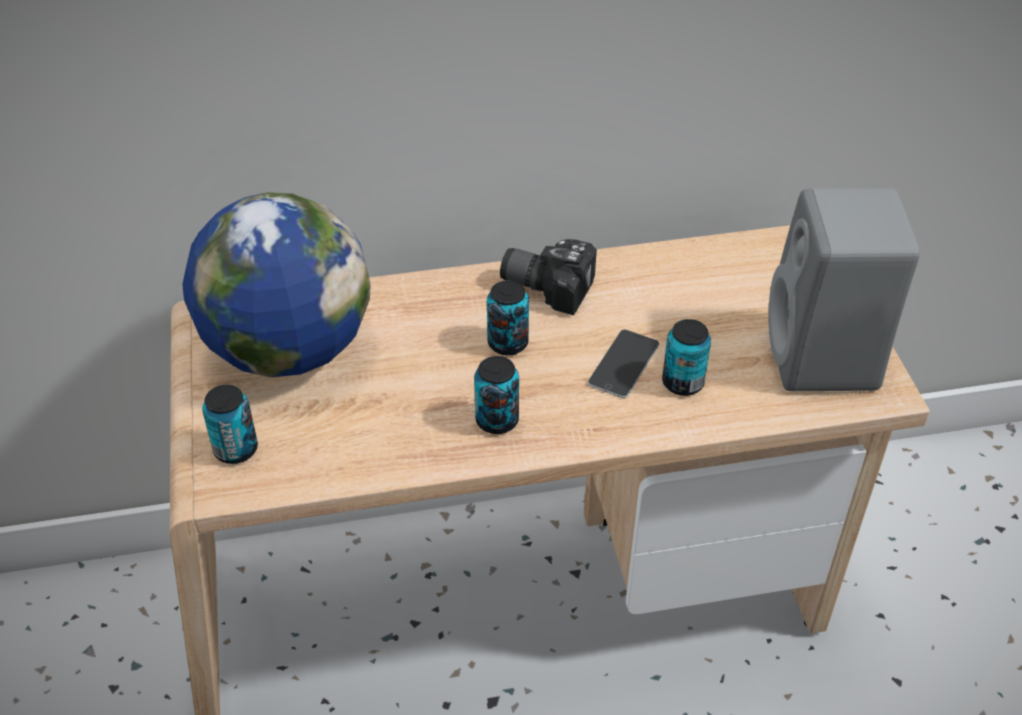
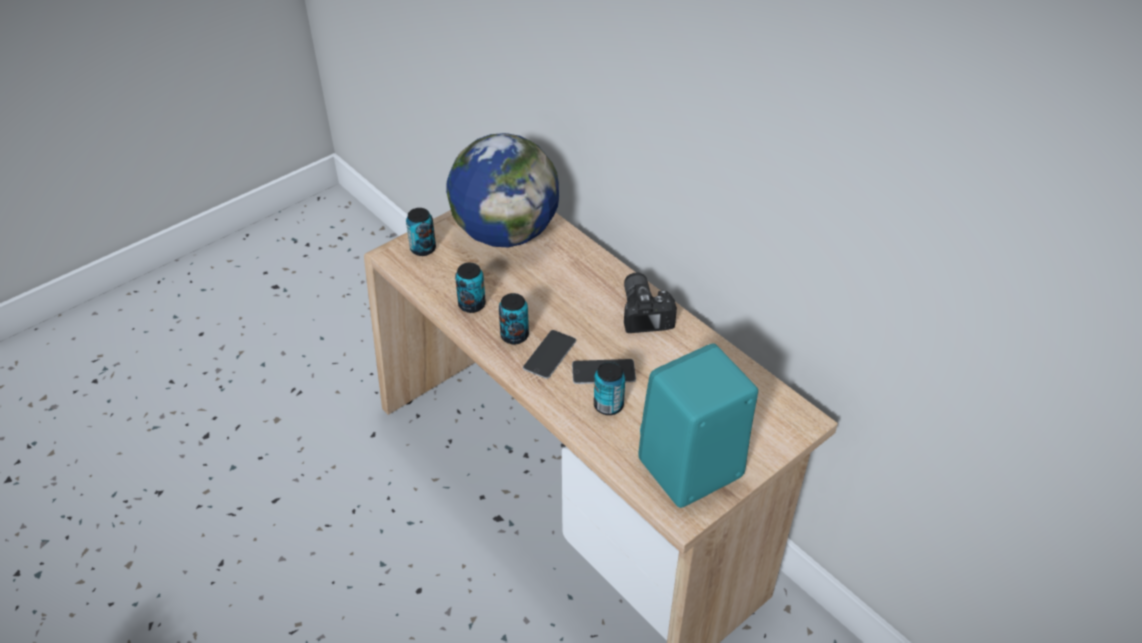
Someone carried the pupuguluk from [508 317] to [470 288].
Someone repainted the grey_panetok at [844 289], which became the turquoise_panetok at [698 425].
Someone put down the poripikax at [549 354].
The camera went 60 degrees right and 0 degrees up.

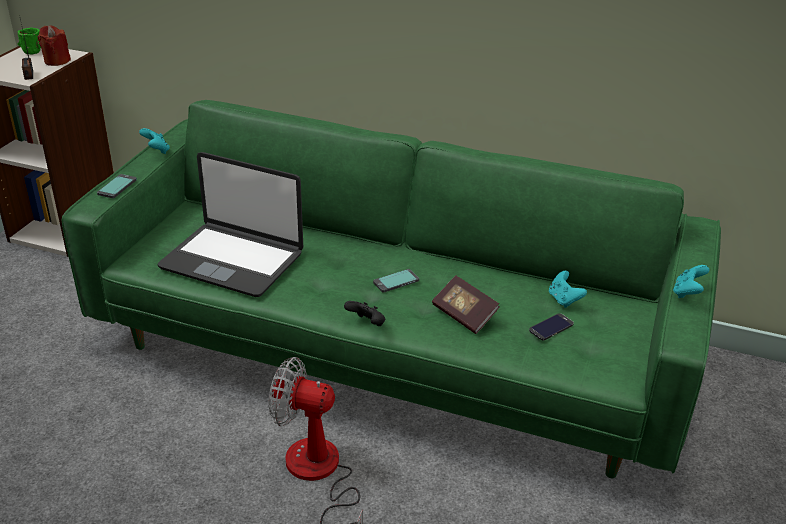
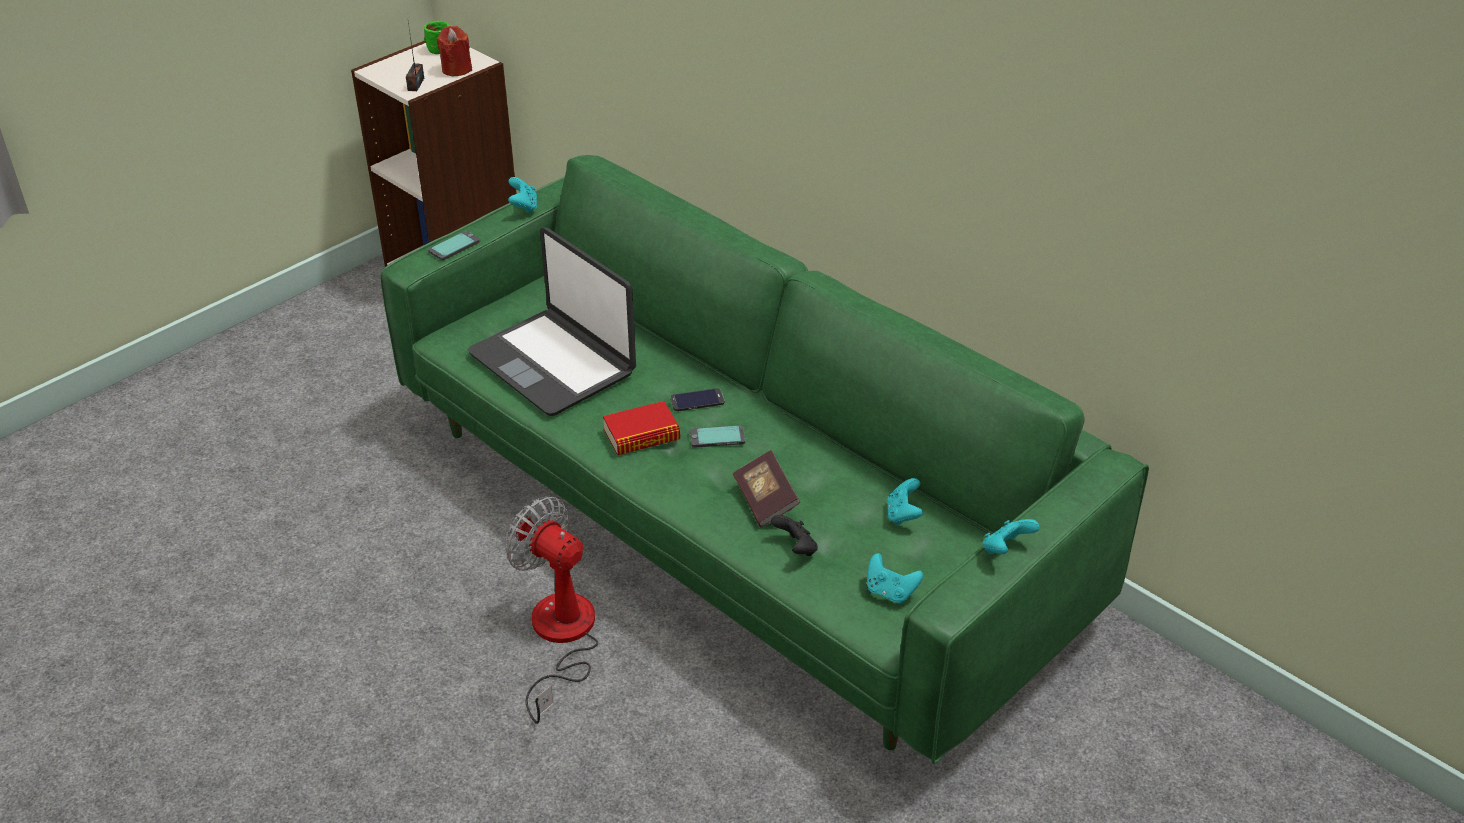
Someone carried the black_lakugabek from [364 313] to [794 535].
Someone carried the poripikax from [551 326] to [697 399].
Someone put down the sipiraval at [641 428].
Someone put down the turquoise_lakugabek at [895 578].
The camera went 25 degrees right and 5 degrees up.

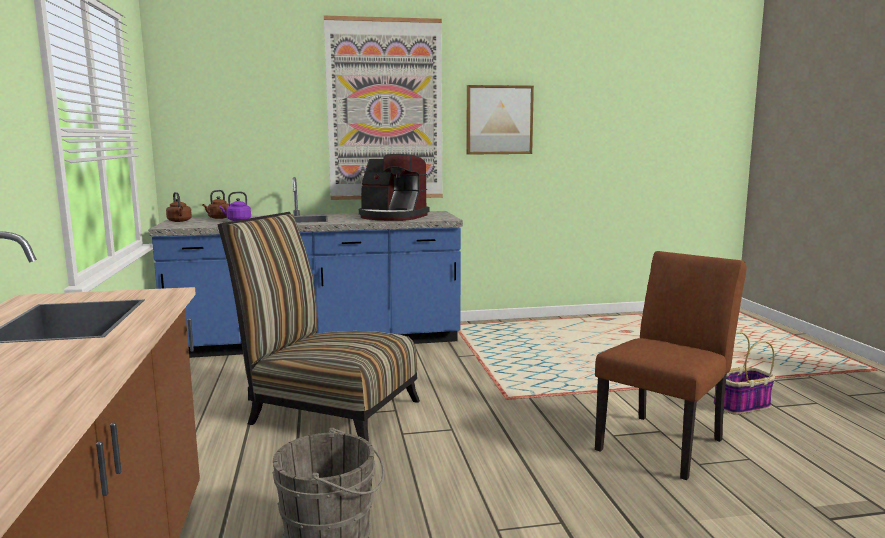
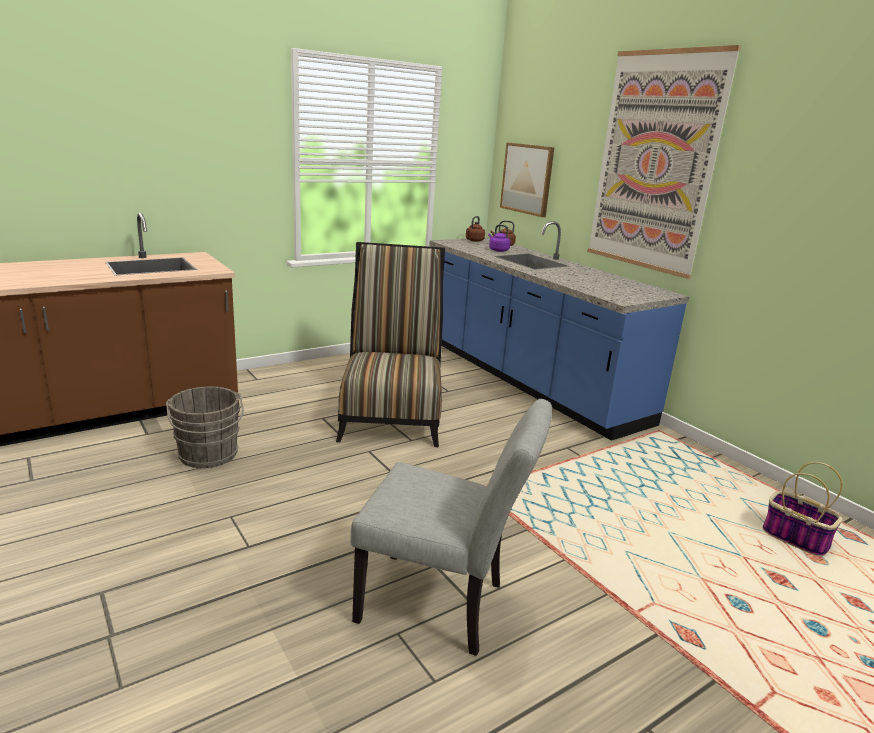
Someone took away the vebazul at [394 187].
Someone carried the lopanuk from [500 120] to [527 180].
Someone repainted the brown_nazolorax at [671 365], which became the grey_nazolorax at [451 527].
Someone carried the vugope from [744 373] to [802 509].
The camera went 65 degrees right and 10 degrees up.

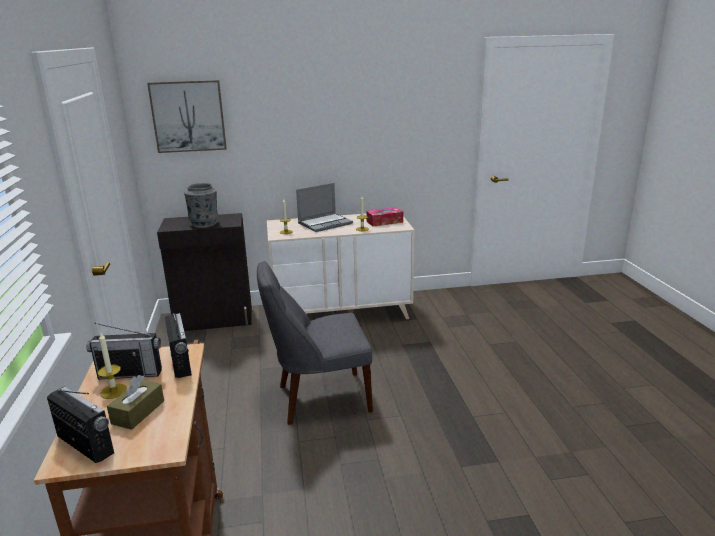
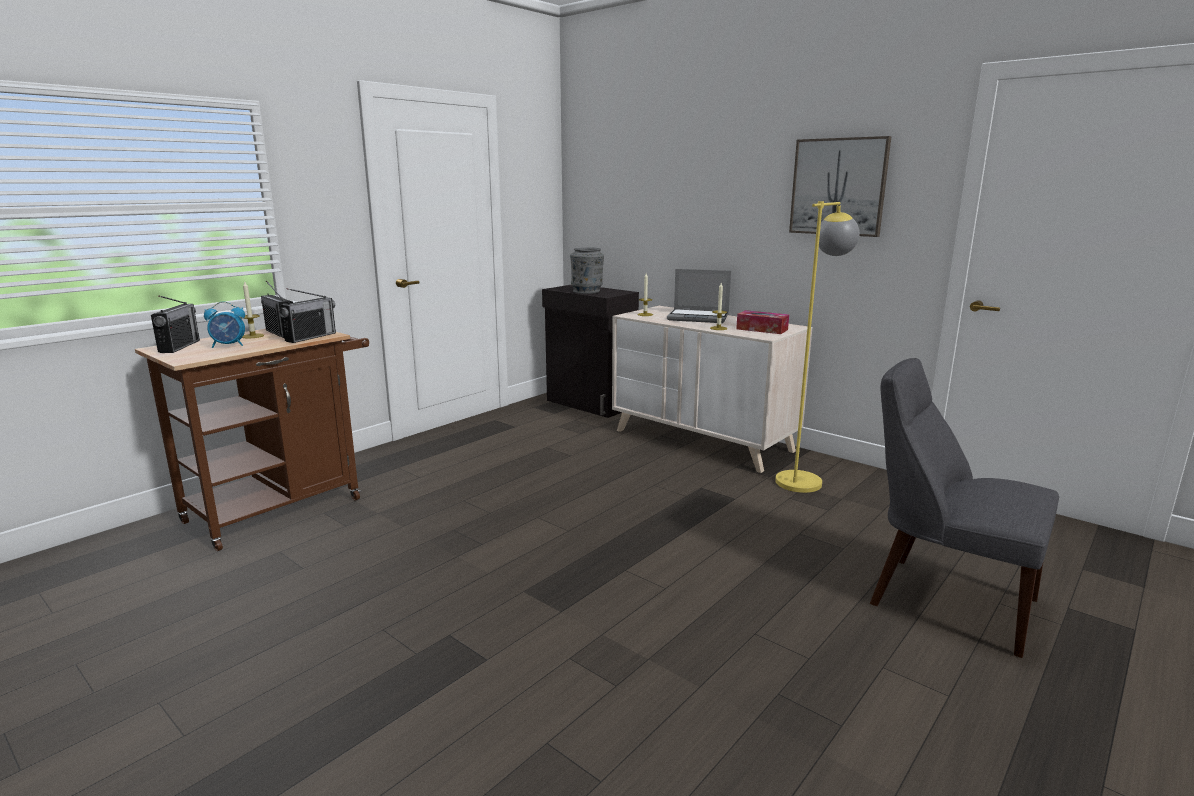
Someone swapped the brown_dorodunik at [135 402] for the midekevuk at [224 324].
Someone carried the lopanuk from [187 116] to [840 186].
Someone carried the grey_nazolorax from [315 343] to [964 508].
Someone put down the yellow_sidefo at [817 347].
The camera went 50 degrees right and 5 degrees down.

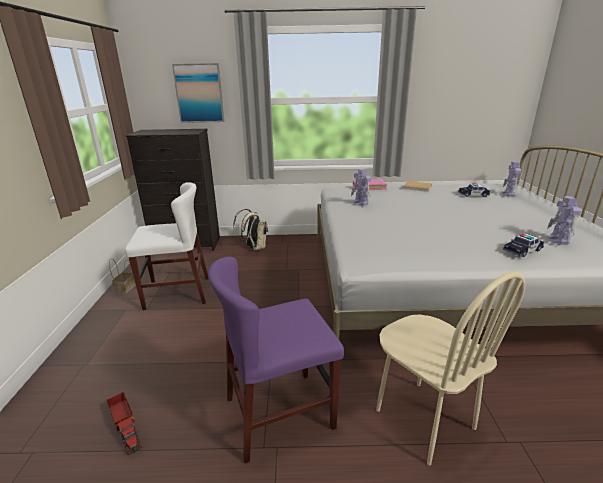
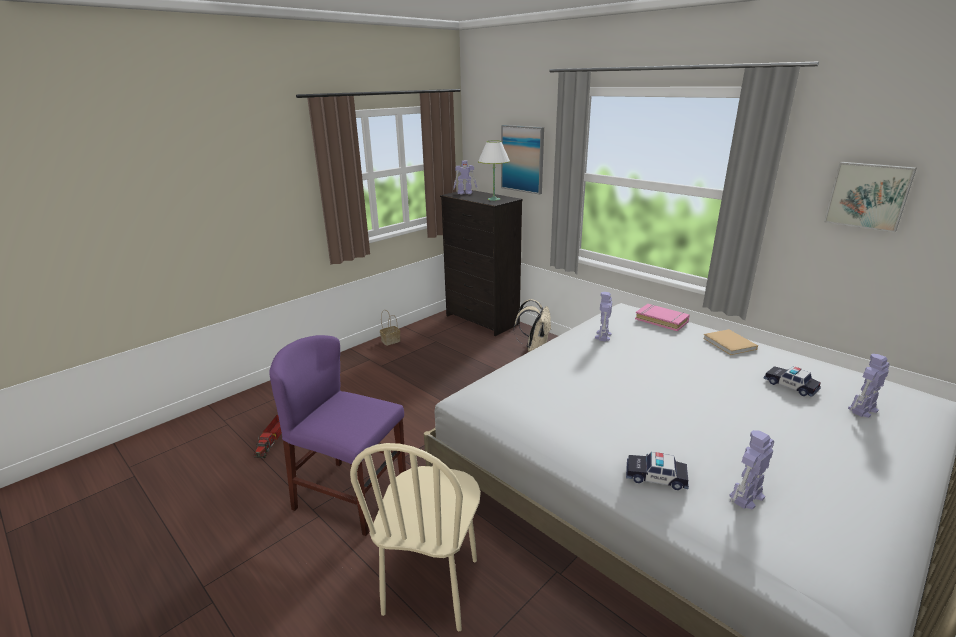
Someone took away the white_nazolorax at [167 246].
Someone put down the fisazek at [465 178].
Someone put down the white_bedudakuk at [494 170].
Someone put up the lopanuk at [870 197].
The camera went 45 degrees right and 0 degrees up.

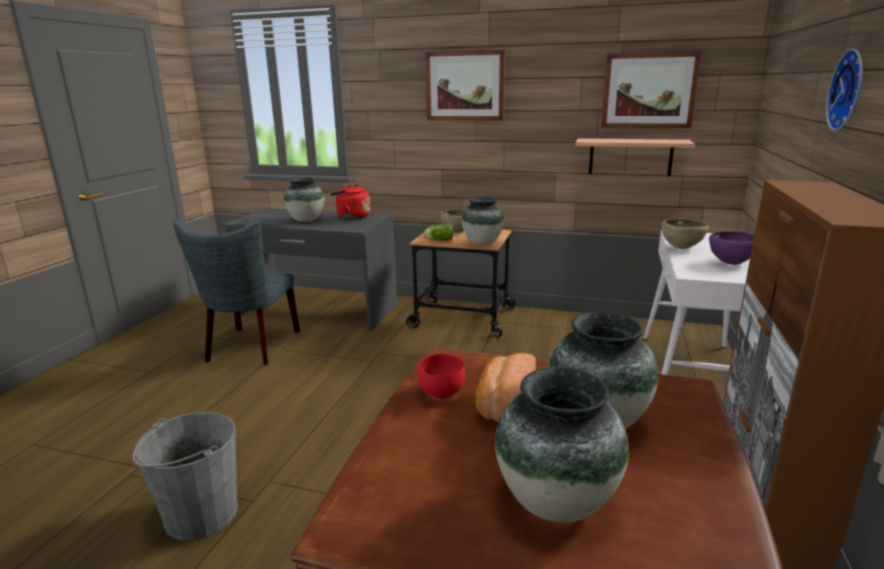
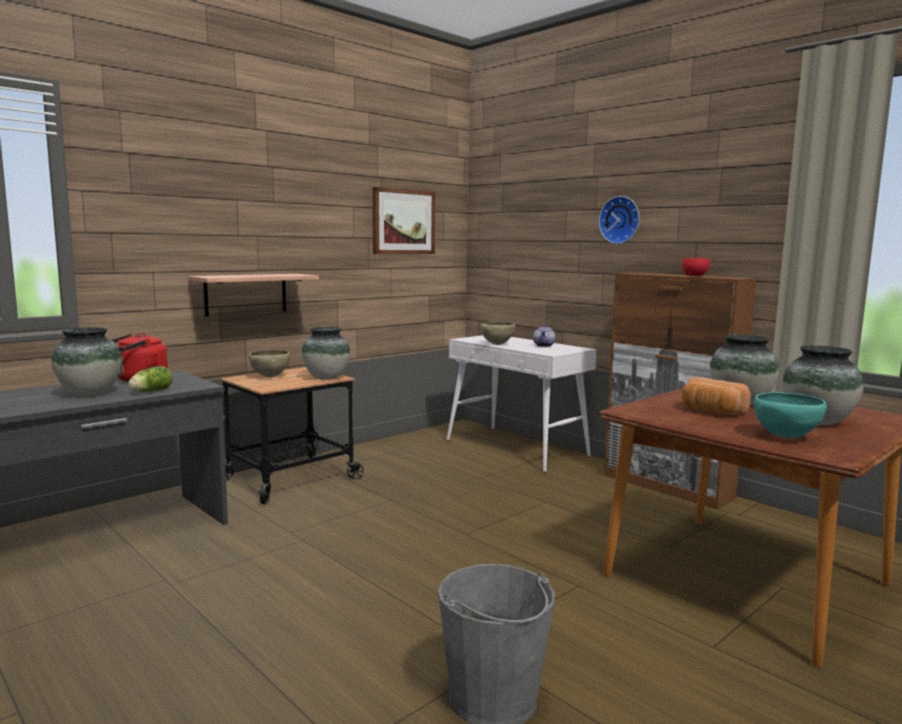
Someone took away the grey_nazolorax at [236 292].
Someone carried the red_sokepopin from [441 377] to [695 267].
Someone carried the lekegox from [438 232] to [150 379].
Someone took away the lopanuk at [465 85].
Someone carried the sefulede from [635 157] to [253 295].
Someone swapped the purple_sokepopin at [731 248] for the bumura at [544 335].
Someone put down the turquoise_sokepopin at [790 415].
The camera went 60 degrees left and 10 degrees down.

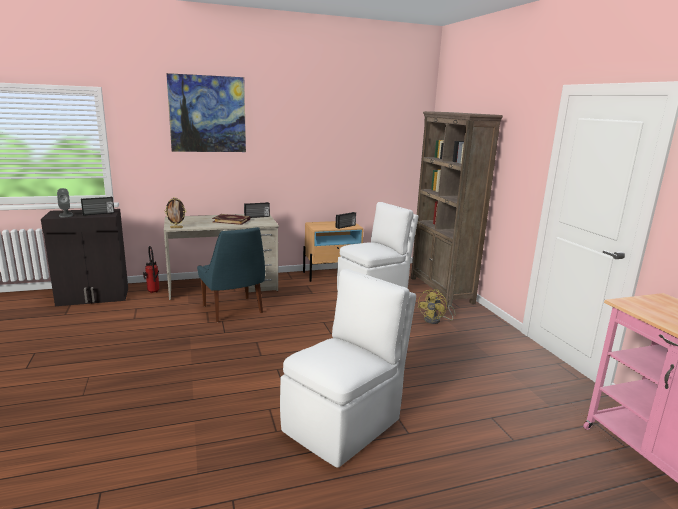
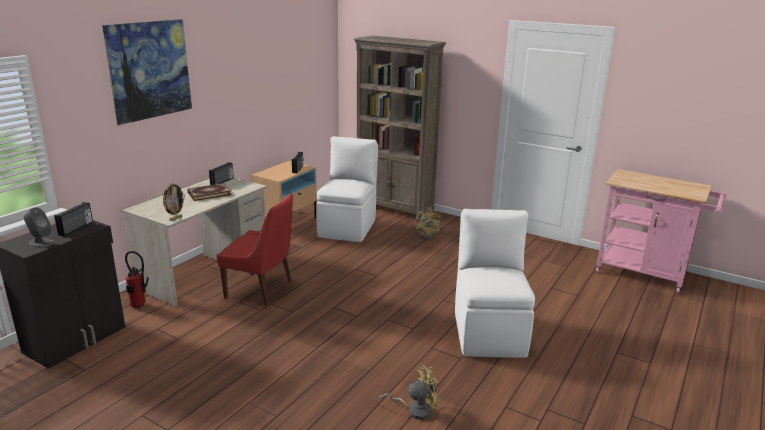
Someone repainted the blue_nazolorax at [231 274], which became the red_nazolorax at [255 249].
Someone put down the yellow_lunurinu at [409 392].
The camera went 40 degrees left and 5 degrees up.

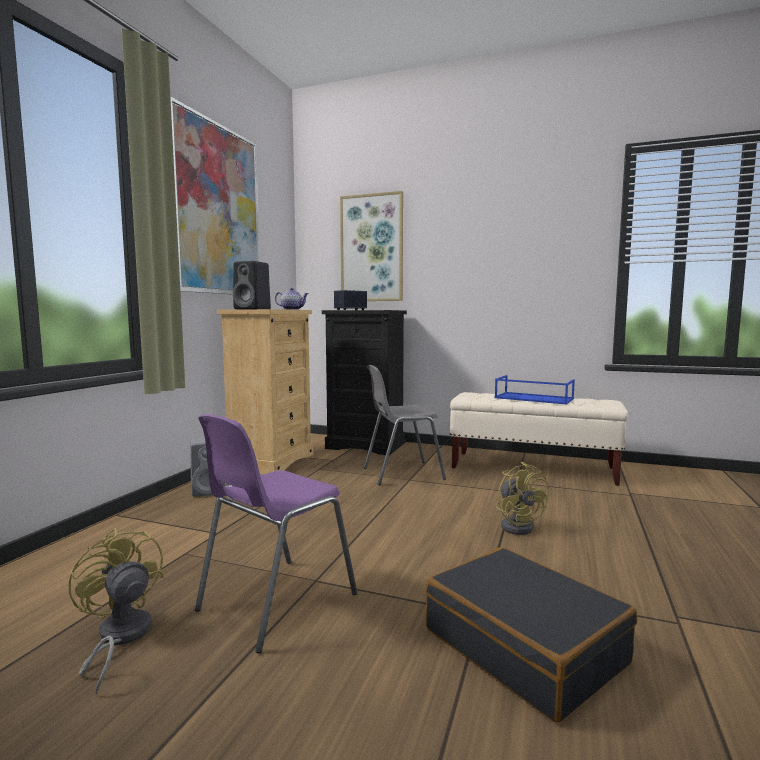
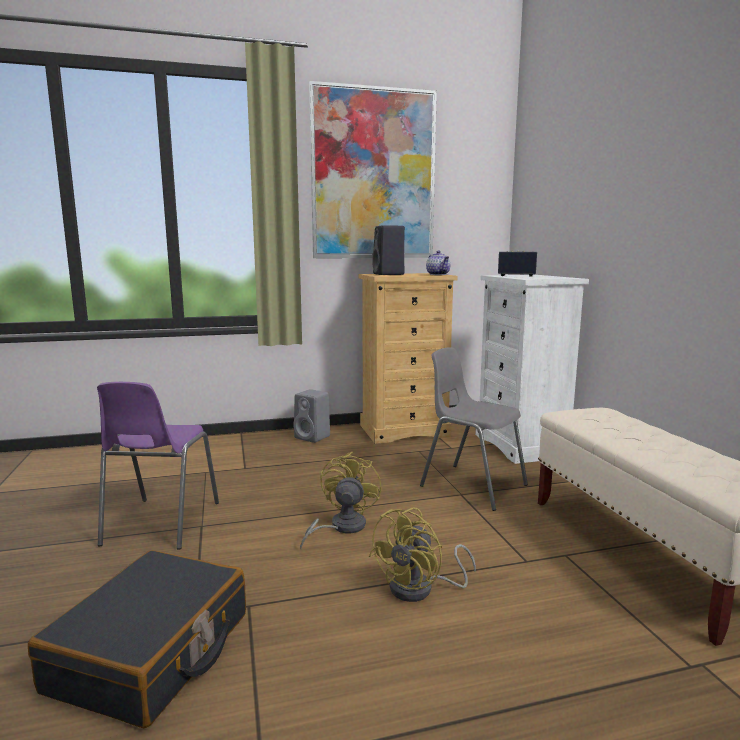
Someone carried the yellow_lunurinu from [116 611] to [341 500].
Someone rotated the purple_nazolorax at [276 533] by 90 degrees counterclockwise.
Someone repainted the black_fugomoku at [364 382], which became the white_fugomoku at [532 369].
Someone took away the lopanuk at [371 246].
Someone took away the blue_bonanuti at [534 389].
The camera went 55 degrees right and 5 degrees up.

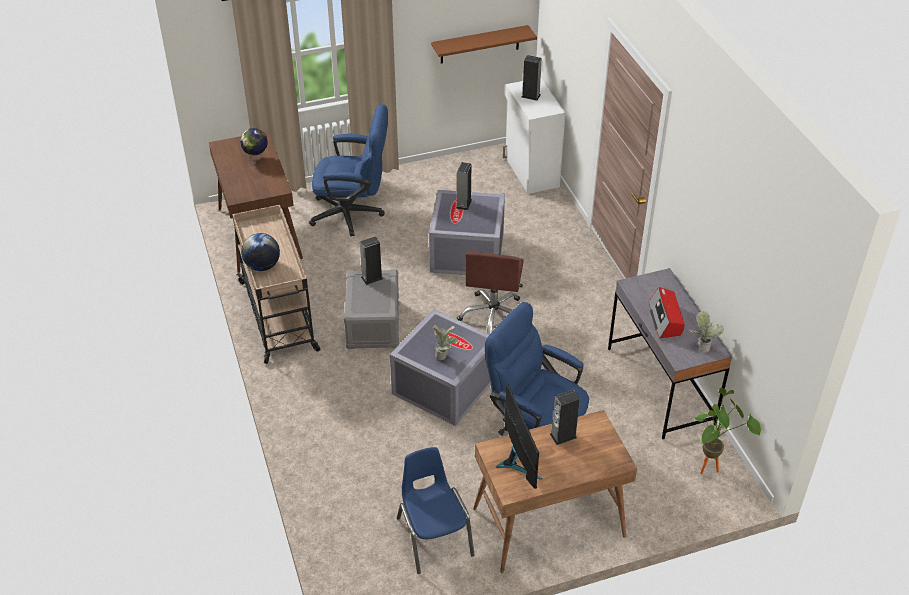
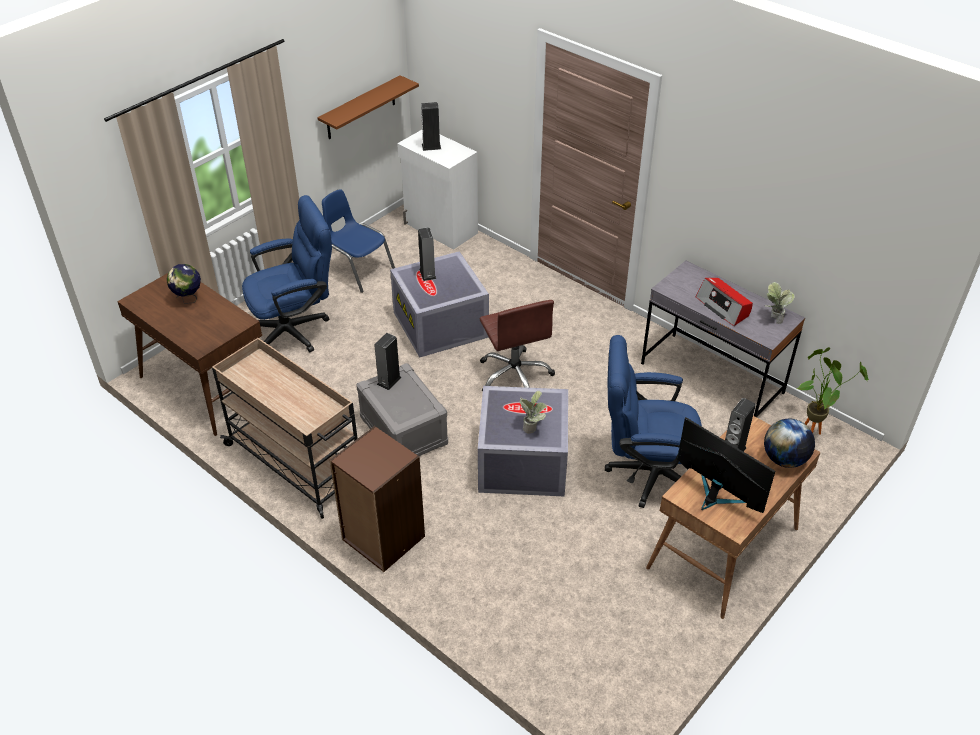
Someone carried the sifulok from [260 252] to [789 443].
Someone carried the blue_nazolorax from [436 510] to [358 241].
Someone put down the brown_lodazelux at [377 499].
The camera went 30 degrees left and 0 degrees up.

